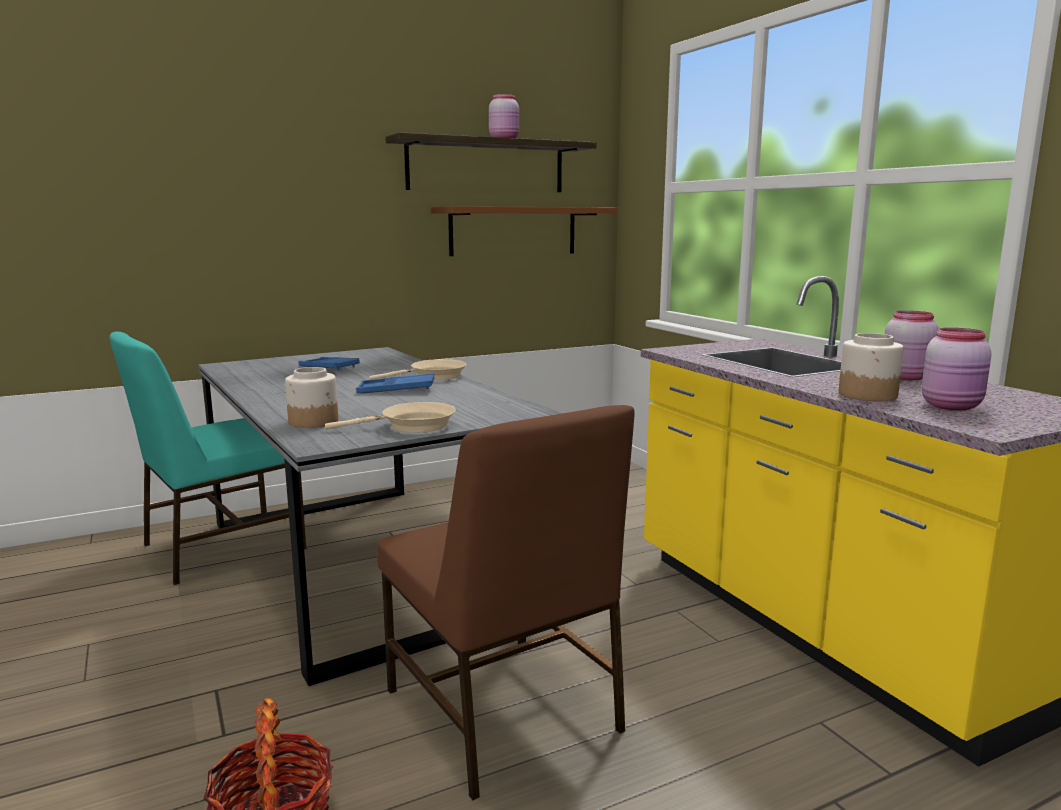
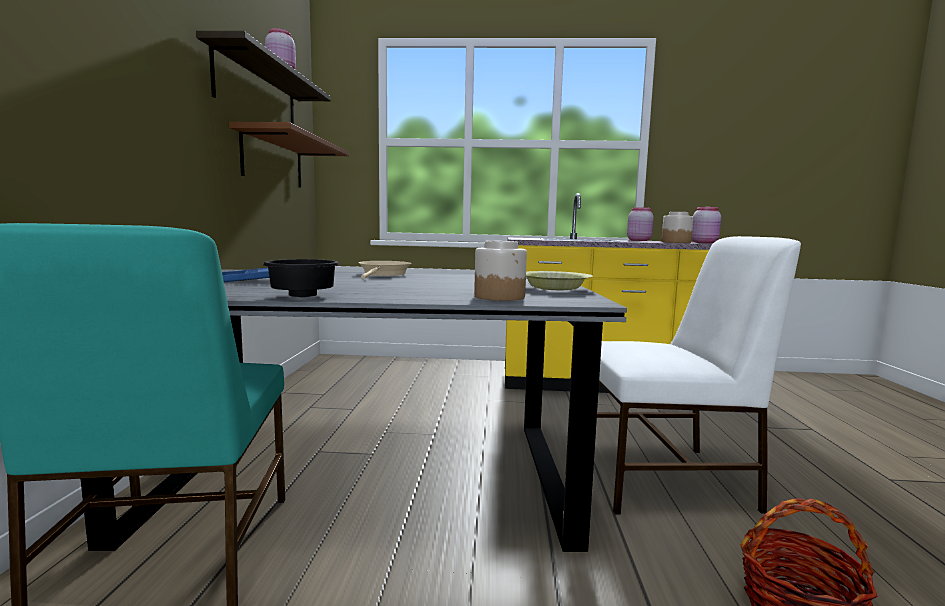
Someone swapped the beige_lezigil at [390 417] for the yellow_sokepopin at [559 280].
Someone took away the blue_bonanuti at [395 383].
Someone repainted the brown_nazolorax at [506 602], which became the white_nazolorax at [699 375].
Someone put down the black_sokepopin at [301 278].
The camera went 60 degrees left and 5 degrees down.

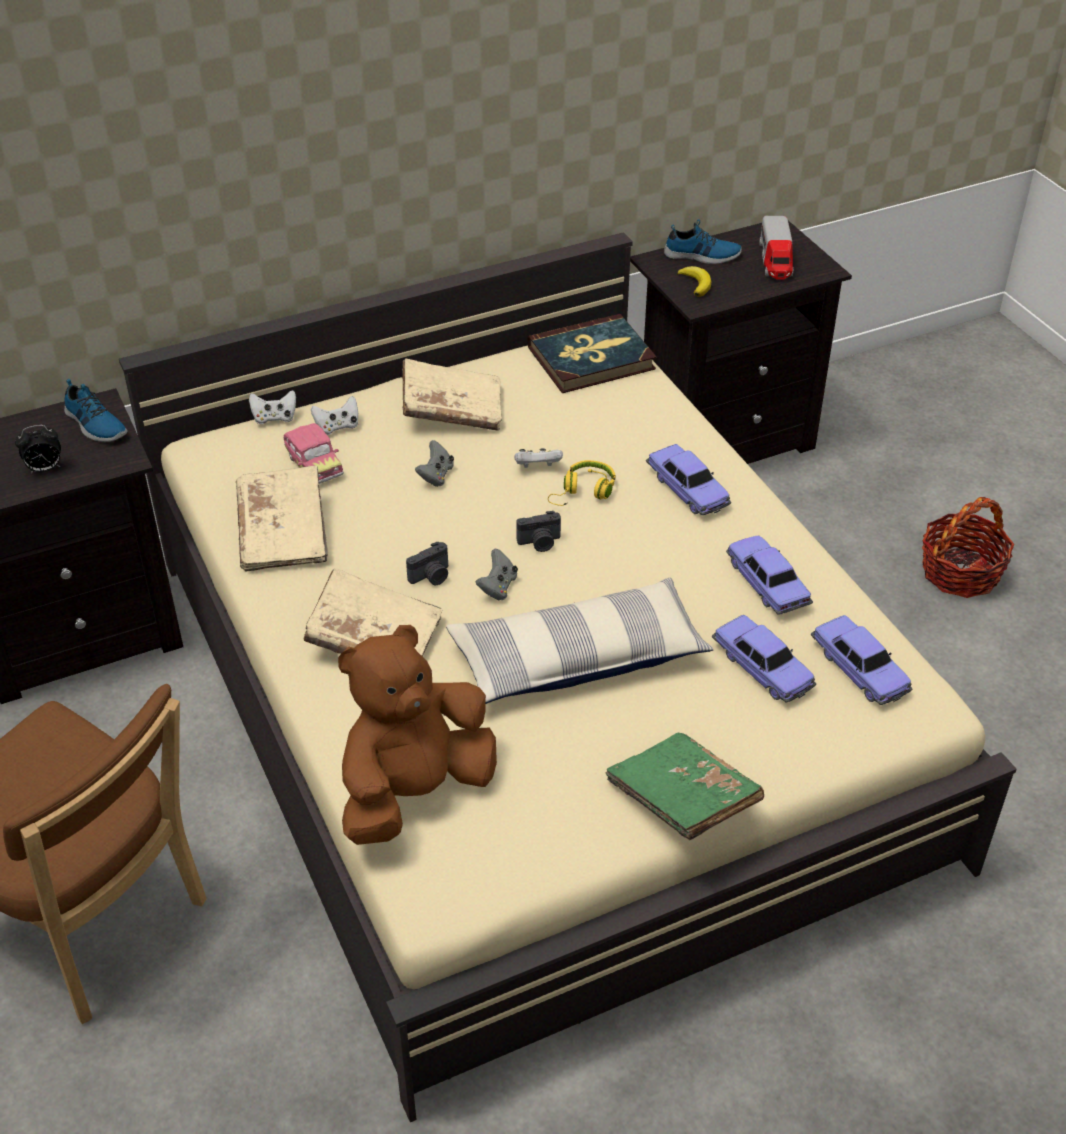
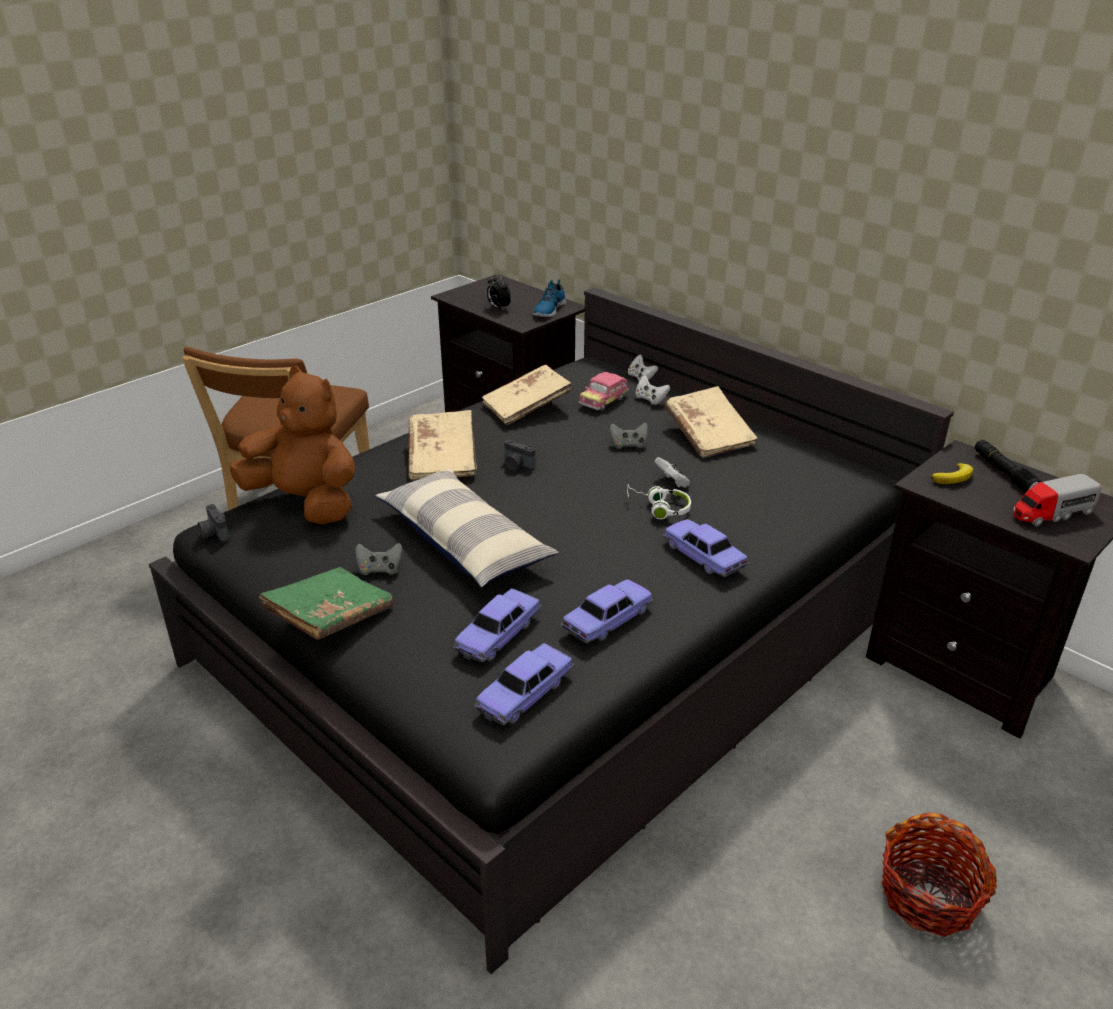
Someone repainted the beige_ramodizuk at [568 677], which became the black_ramodizuk at [551 630].
Someone carried the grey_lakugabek from [497 574] to [379 559].
Someone carried the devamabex from [538 531] to [213 523].
Someone took away the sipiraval at [592 353].
Someone repainted the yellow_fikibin at [582 483], which became the white_fikibin at [659 501].
Someone rotated the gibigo at [688 479] by 105 degrees clockwise.
Someone swapped the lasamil at [703 241] for the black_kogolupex at [1008 466].
The camera went 70 degrees right and 10 degrees down.

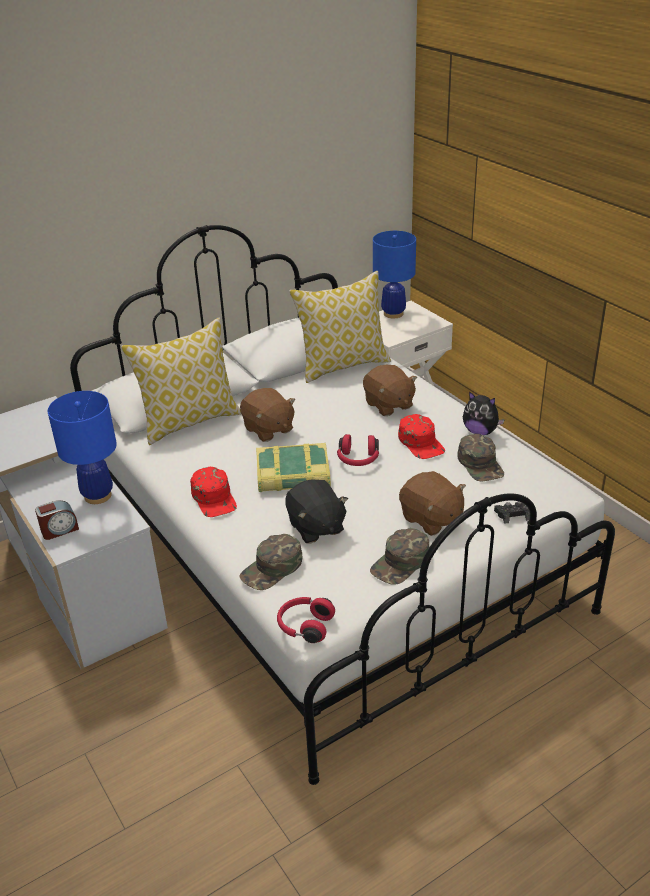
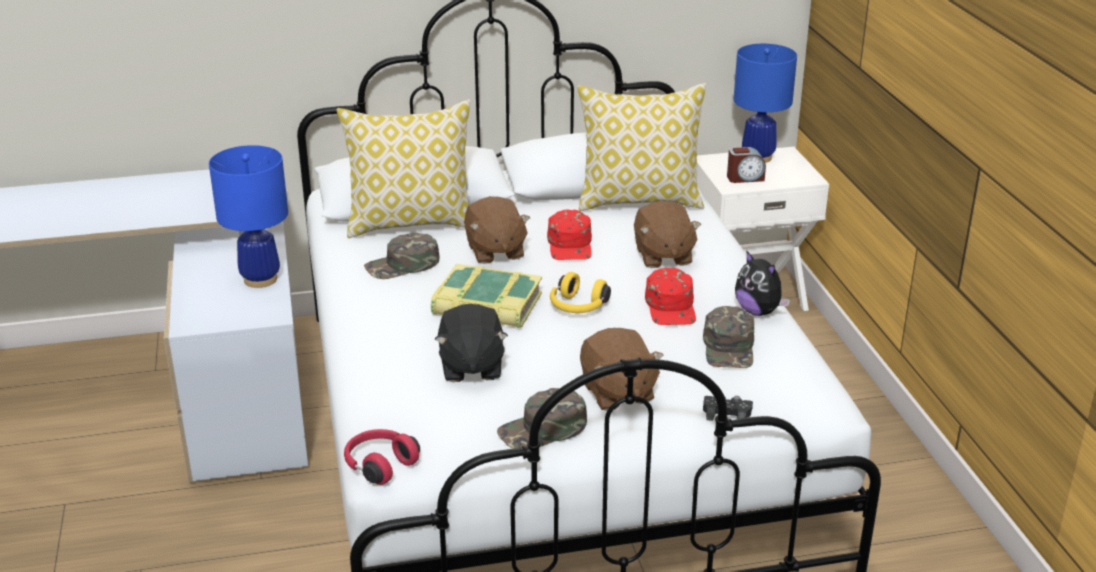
Someone carried the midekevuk from [57 520] to [746 165].
Someone carried the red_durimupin from [213 492] to [569 234].
Someone carried the green_durimupin from [270 562] to [401 255].
Someone repainted the red_fikibin at [358 450], which became the yellow_fikibin at [580 292].
The camera went 20 degrees right and 5 degrees down.

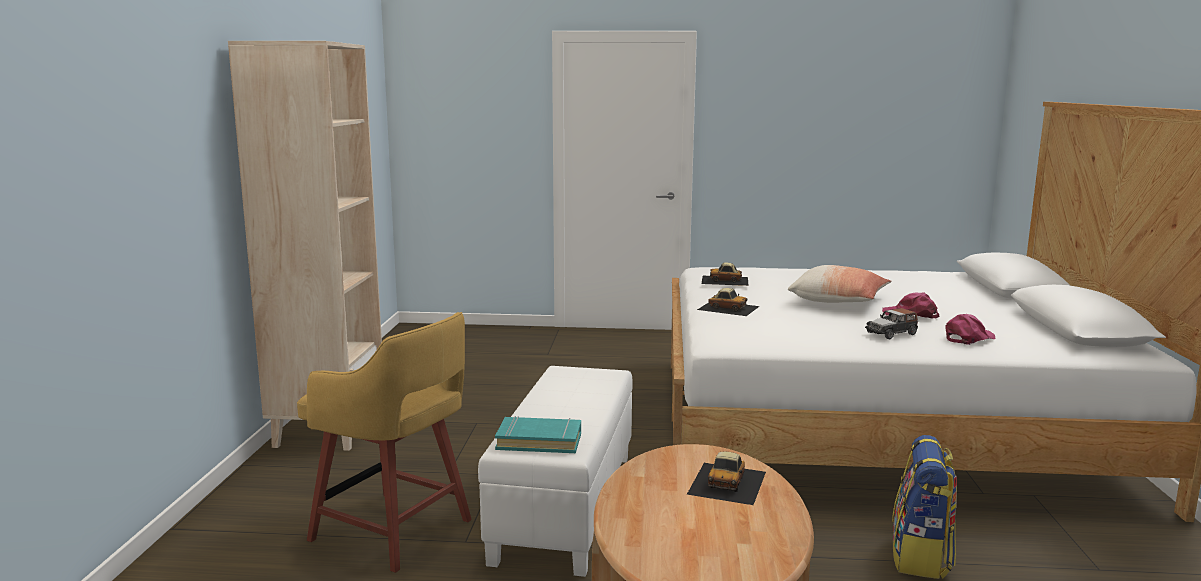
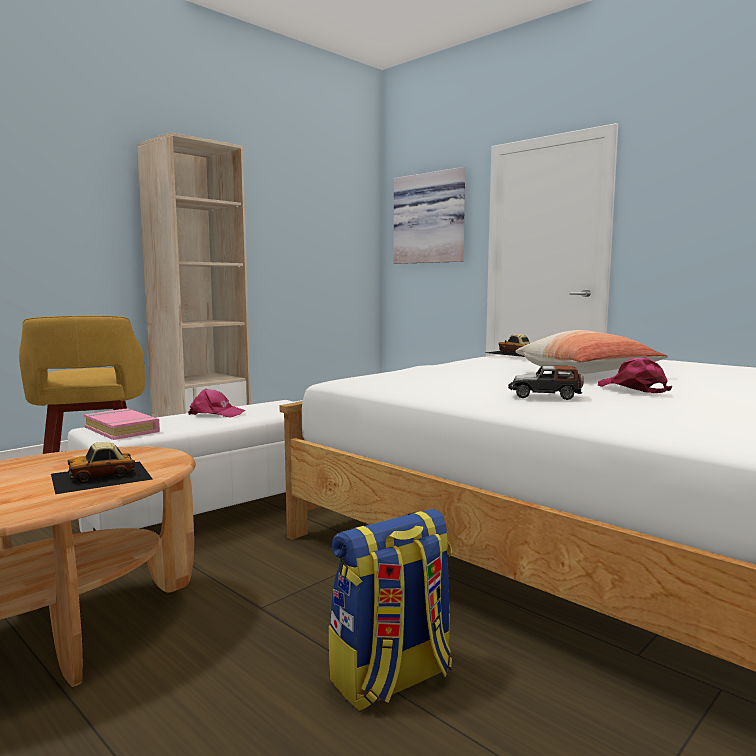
Someone repainted the turquoise_sipiraval at [538 434], which became the pink_sipiraval at [122 424].
Someone took away the gibigo at [728 302].
Someone carried the pink_durimupin from [970 329] to [217 403].
Someone put up the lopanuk at [429 215].
The camera went 40 degrees right and 5 degrees down.

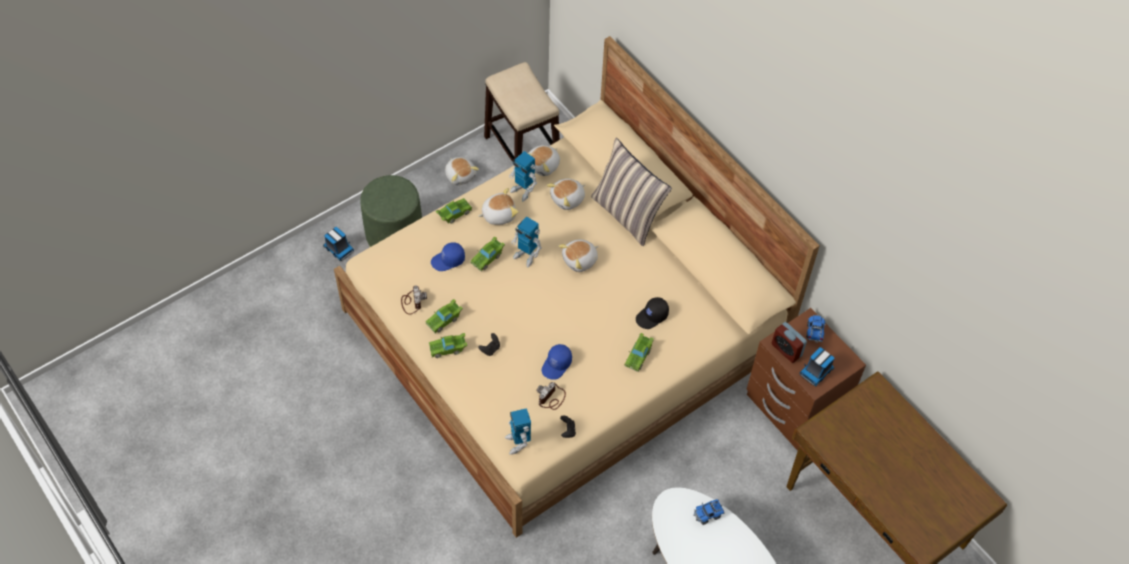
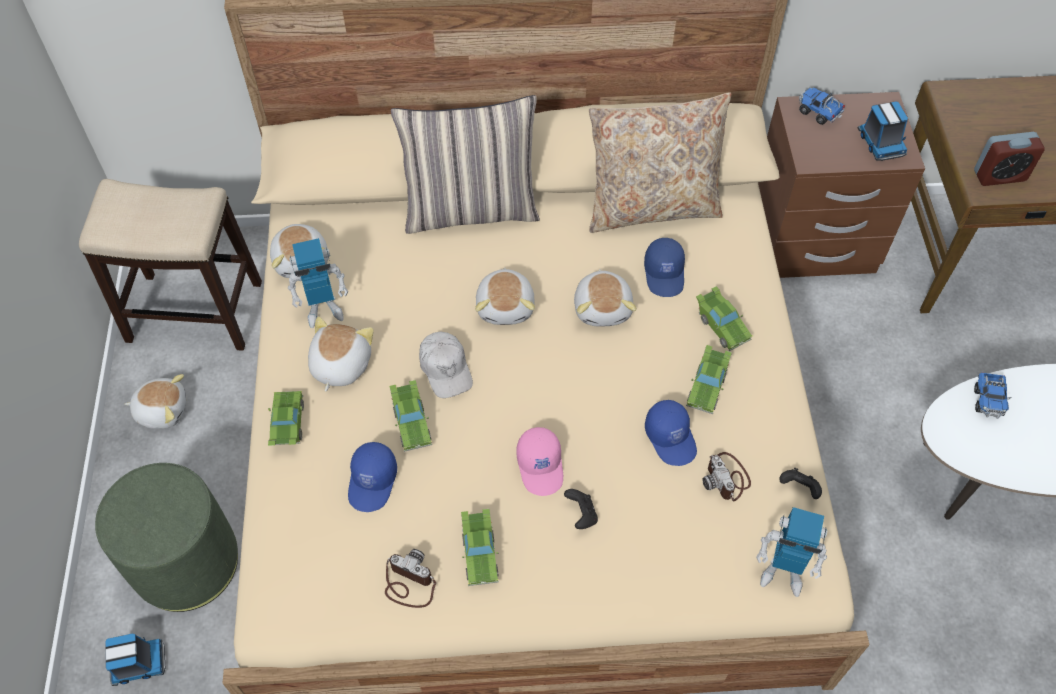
Someone carried the green_gibigo from [448 345] to [709 379].
Someone swapped the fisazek at [526 241] for the white_durimupin at [446 365].
Someone carried the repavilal from [566 194] to [605 298].
Someone repainted the black_durimupin at [652 313], which became the blue_durimupin at [664 267].
Someone carried the midekevuk from [789 342] to [1009 159].
Someone put down the pink_durimupin at [539 461].
Someone put down the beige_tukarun at [660 163].
The camera went 55 degrees left and 0 degrees up.

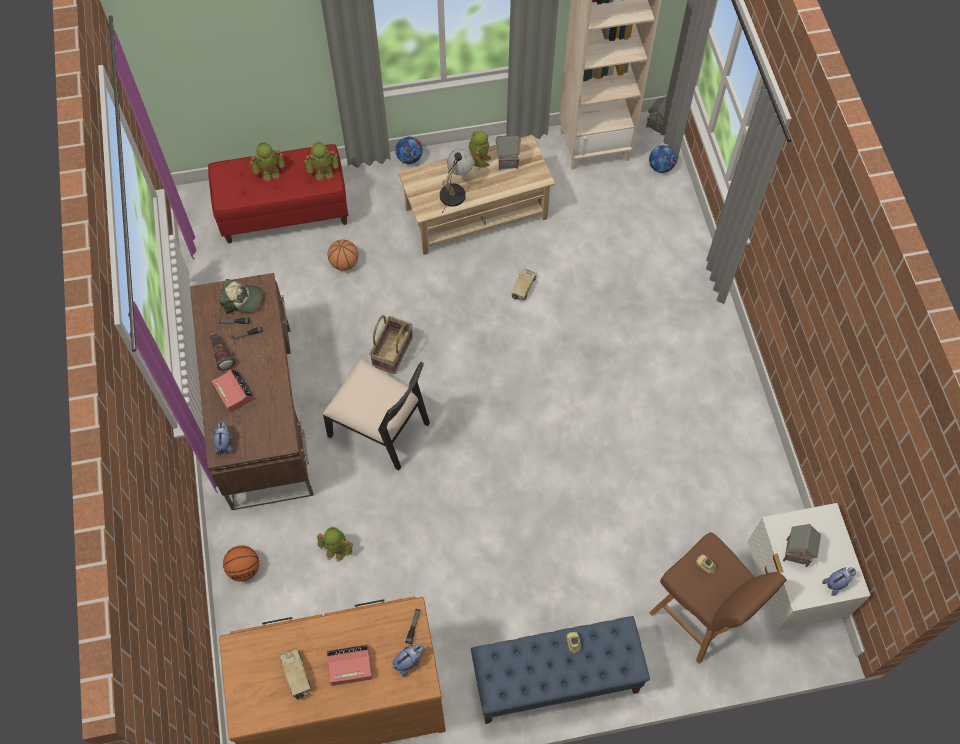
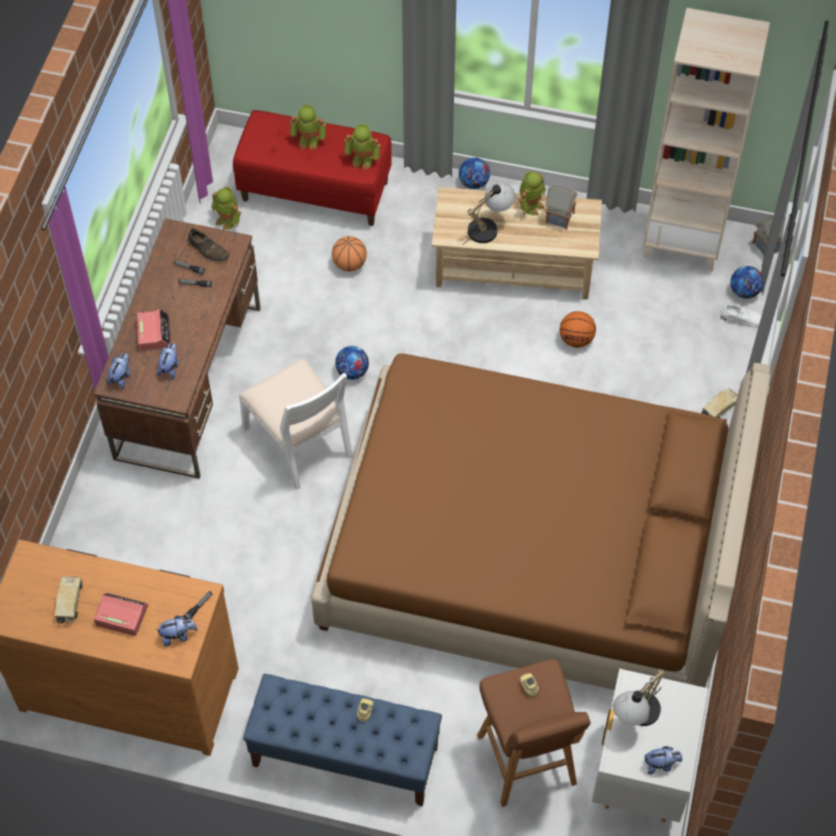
Someone took away the kogolupex at [222 351].
Someone swapped the durimupin at [241 296] for the brown_lasamil at [208 245].
Someone carried the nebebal from [241 563] to [578 329].
Someone carried the fisazek from [335 544] to [226 208].
Someone repainted the black_nazolorax at [376 414], which became the white_nazolorax at [295 424].
Someone swapped the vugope at [391 344] for the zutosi at [352 363].
Someone carried the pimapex from [524 285] to [719 403].
Someone swapped the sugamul at [802 545] for the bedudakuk at [639 697].
Someone put down the repavilal at [168 361].
Someone put down the brown_ramodizuk at [541 522].
Someone put down the white_lasamil at [741 316].
The camera went 25 degrees right and 5 degrees down.

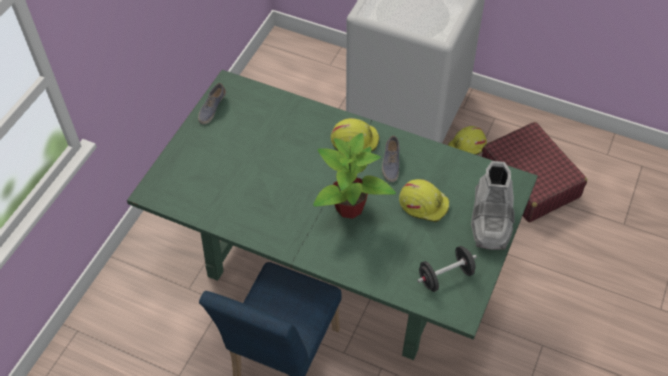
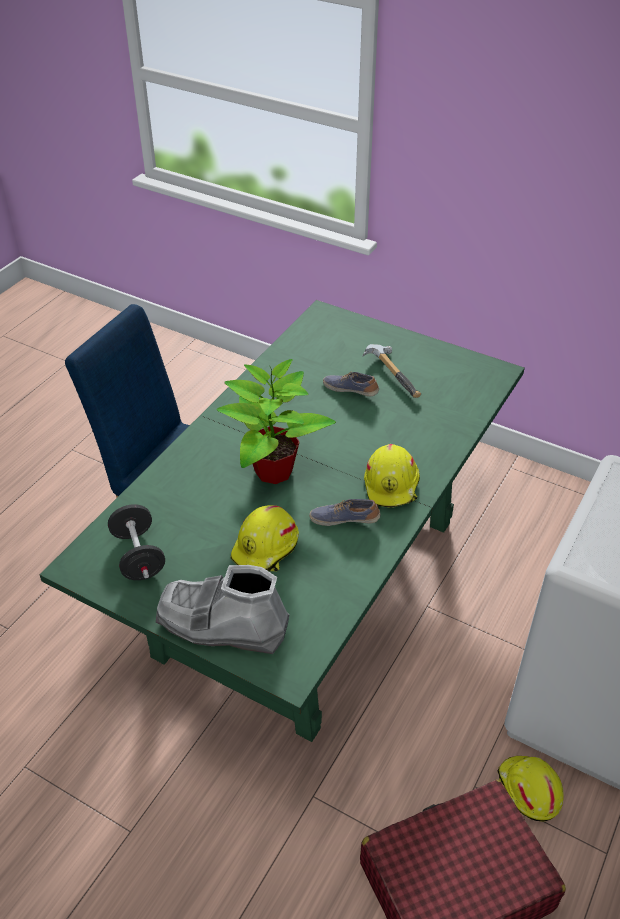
Someone carried the lasamil from [212 103] to [351 384].
Someone put down the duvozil at [391 371].
The camera went 95 degrees right and 10 degrees down.

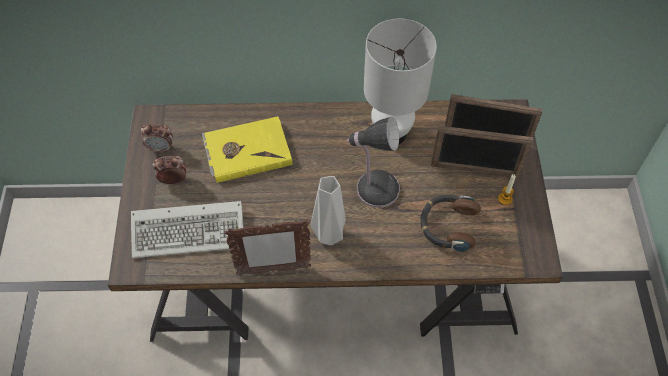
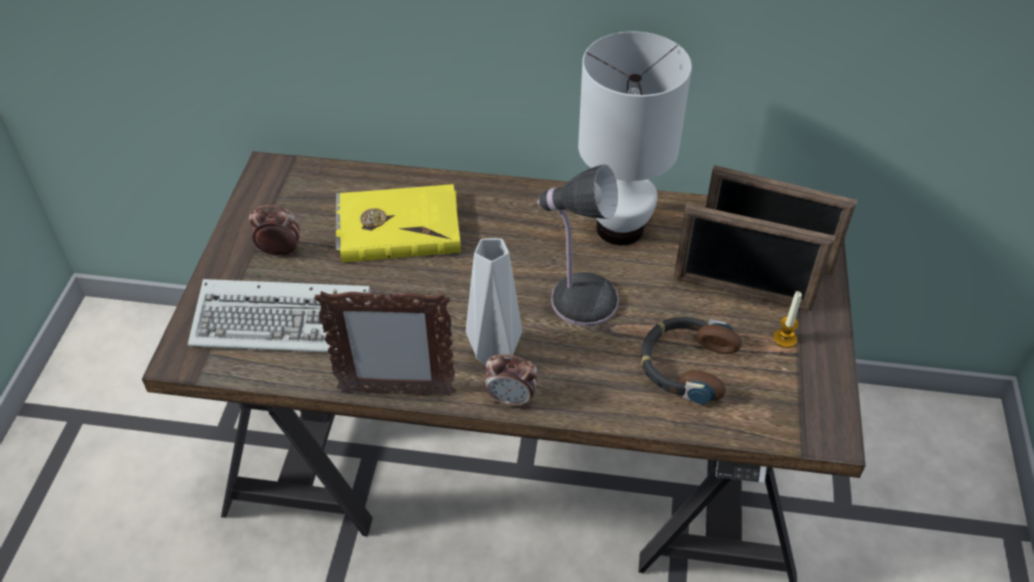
Someone carried the midekevuk from [157 138] to [510 381].
The camera went 10 degrees right and 10 degrees down.

